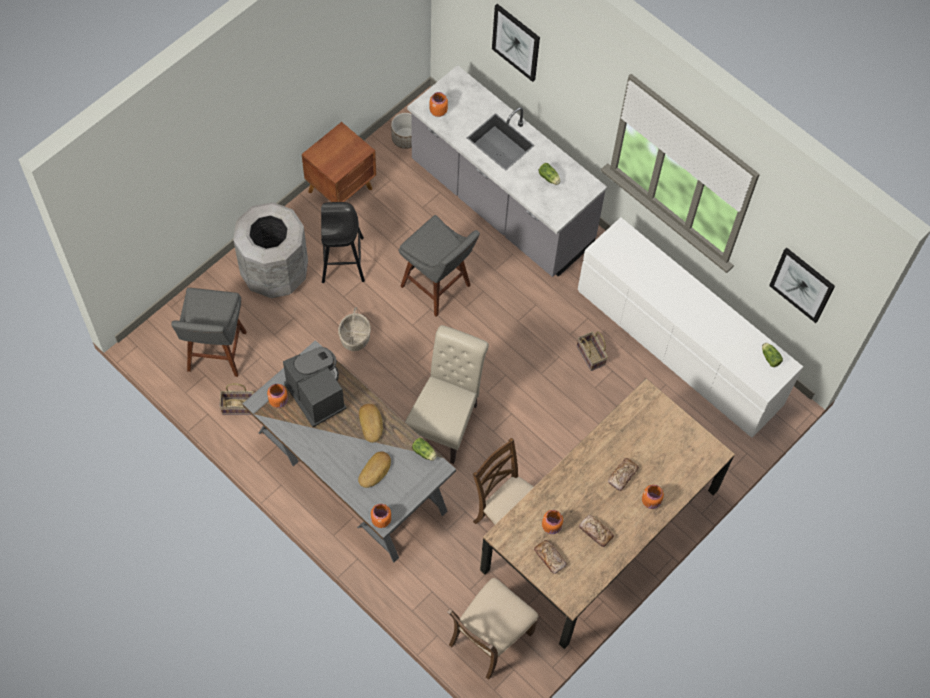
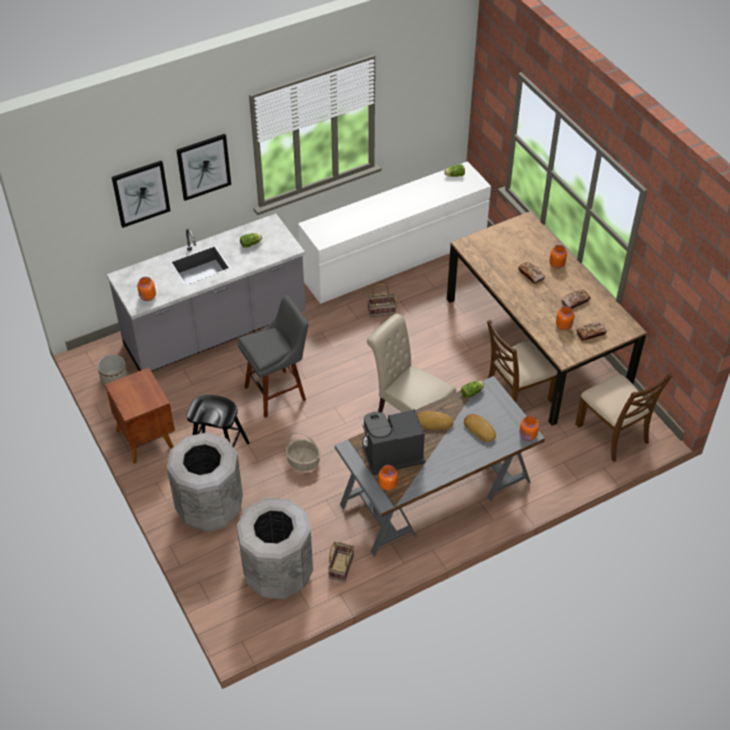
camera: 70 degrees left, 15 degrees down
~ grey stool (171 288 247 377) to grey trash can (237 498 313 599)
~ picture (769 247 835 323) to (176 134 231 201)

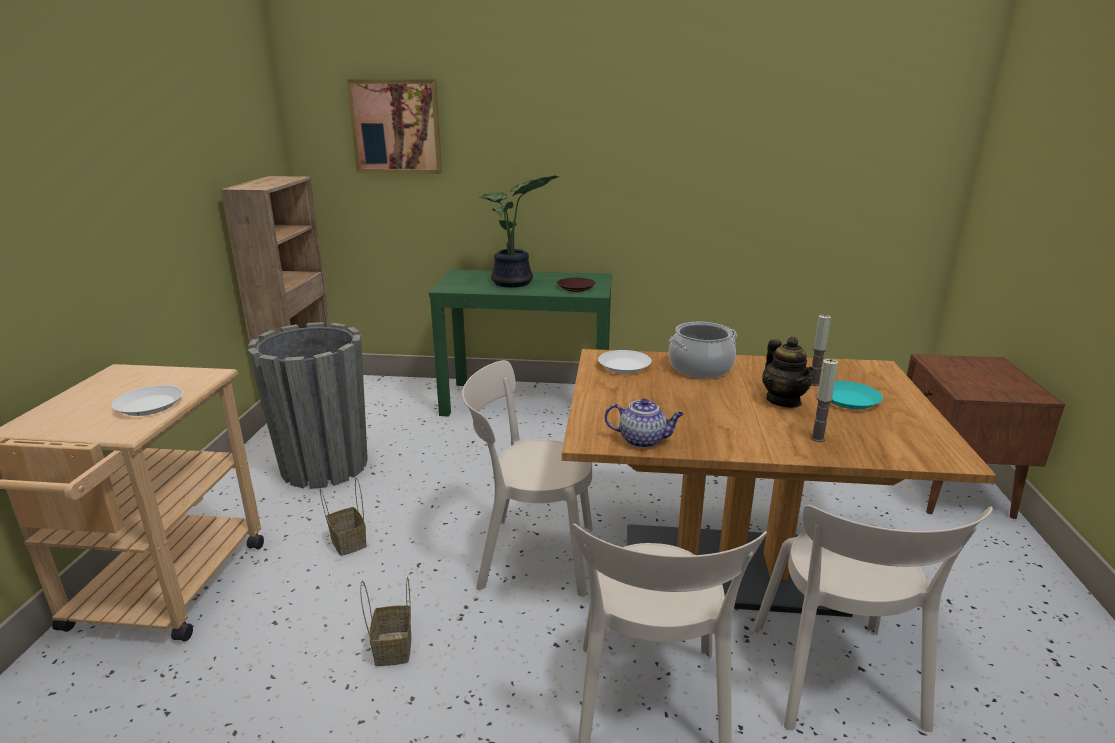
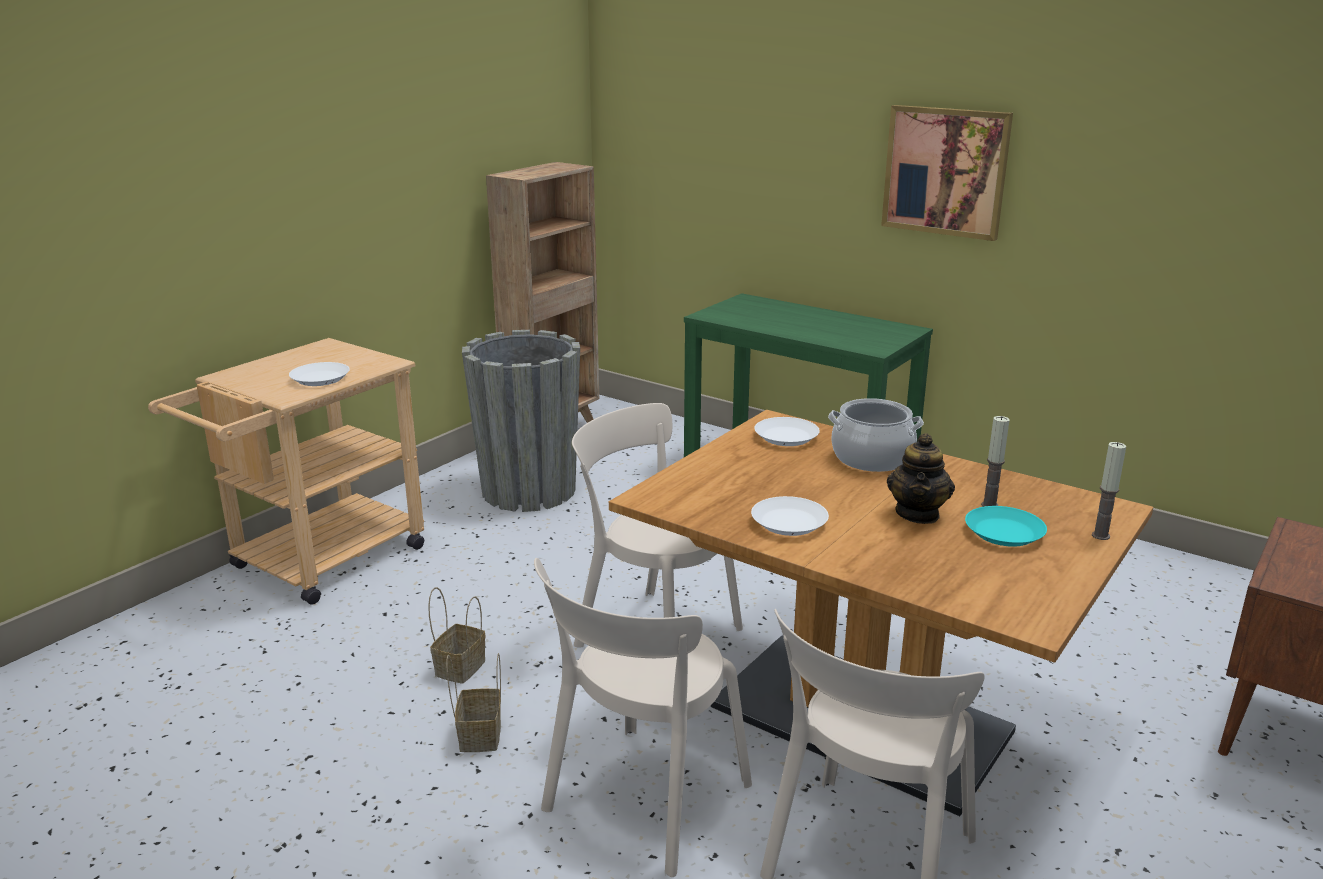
camera: 30 degrees right, 0 degrees up
~ basket (320 478 367 556) to (446 653 501 752)
~ picture (346 79 442 174) to (881 105 1013 241)
- potted plant (478 175 560 288)
- brown plate (557 278 595 292)
- teapot (605 398 684 448)
~ candle (810 359 838 442) to (1092 442 1126 540)
+ white plate (751 496 829 536)

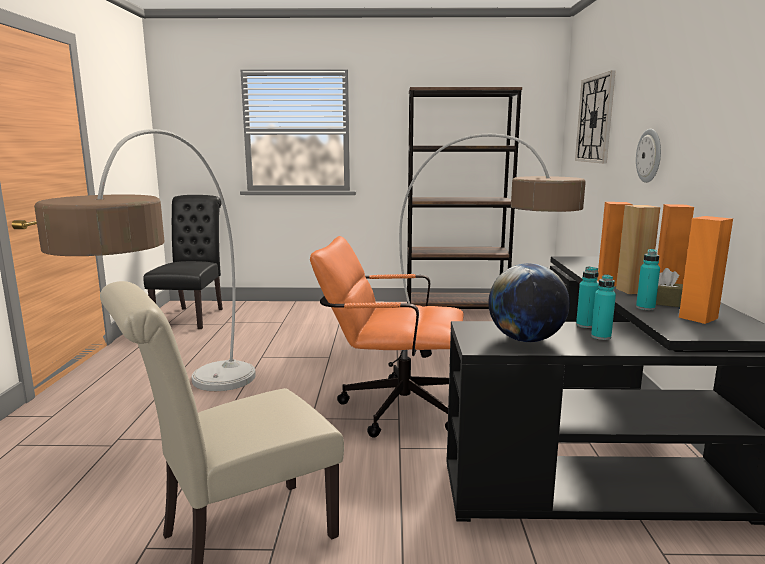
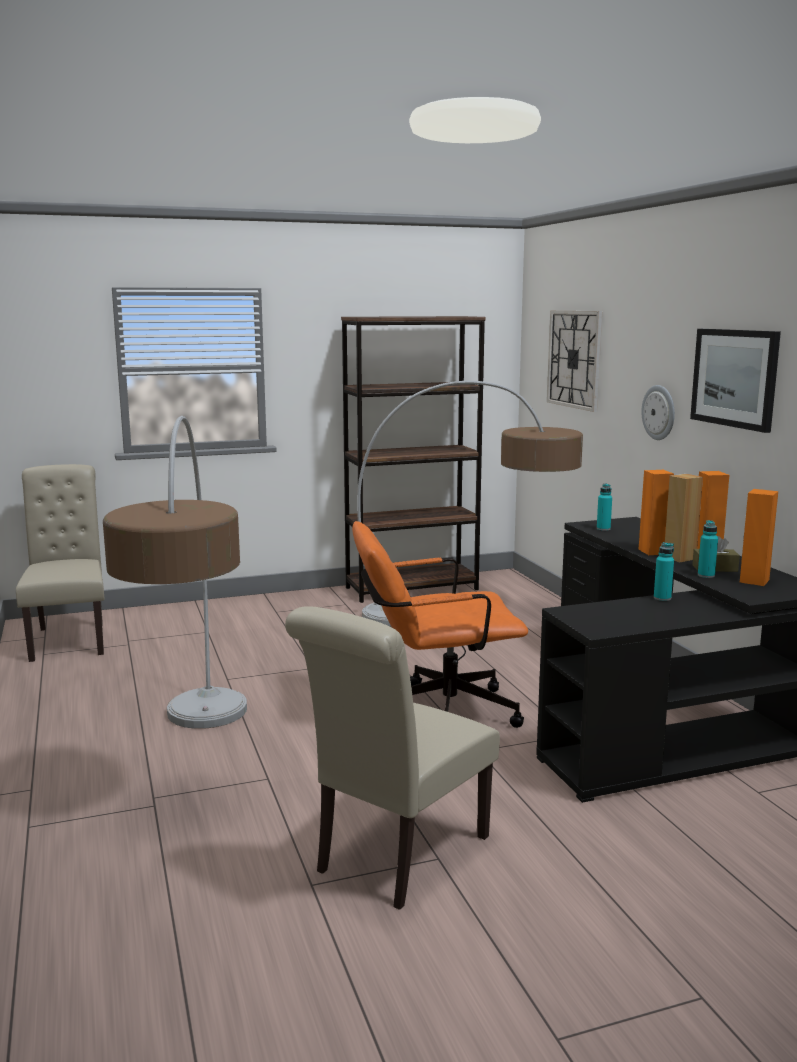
camera: 20 degrees left, 0 degrees up
~ black chair (143 195 223 329) to beige chair (16 464 105 662)
- globe (488 263 570 342)
~ turquoise bottle (591 274 616 340) to (597 484 612 531)
+ picture (690 329 781 433)

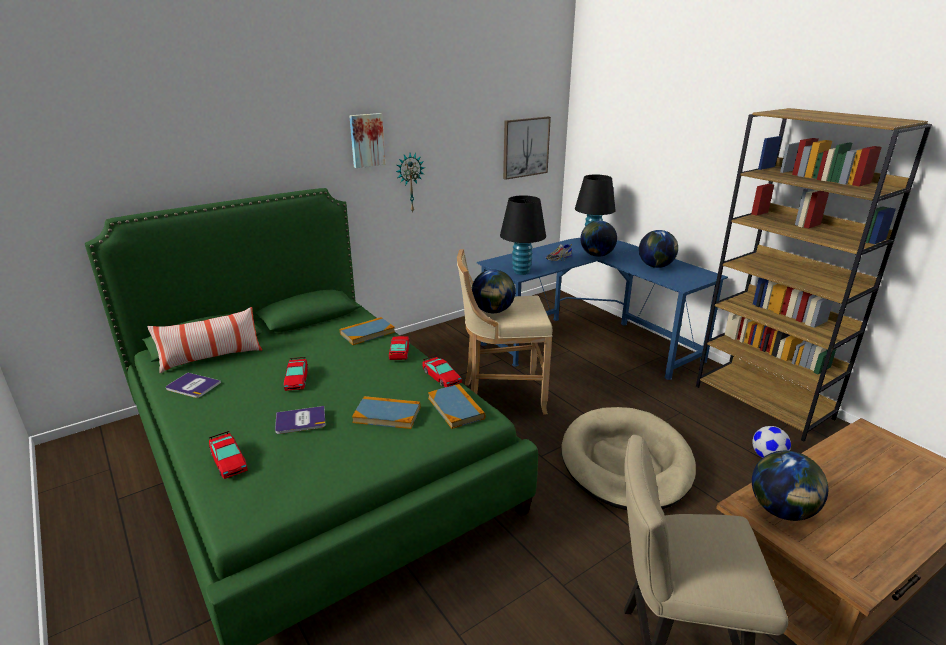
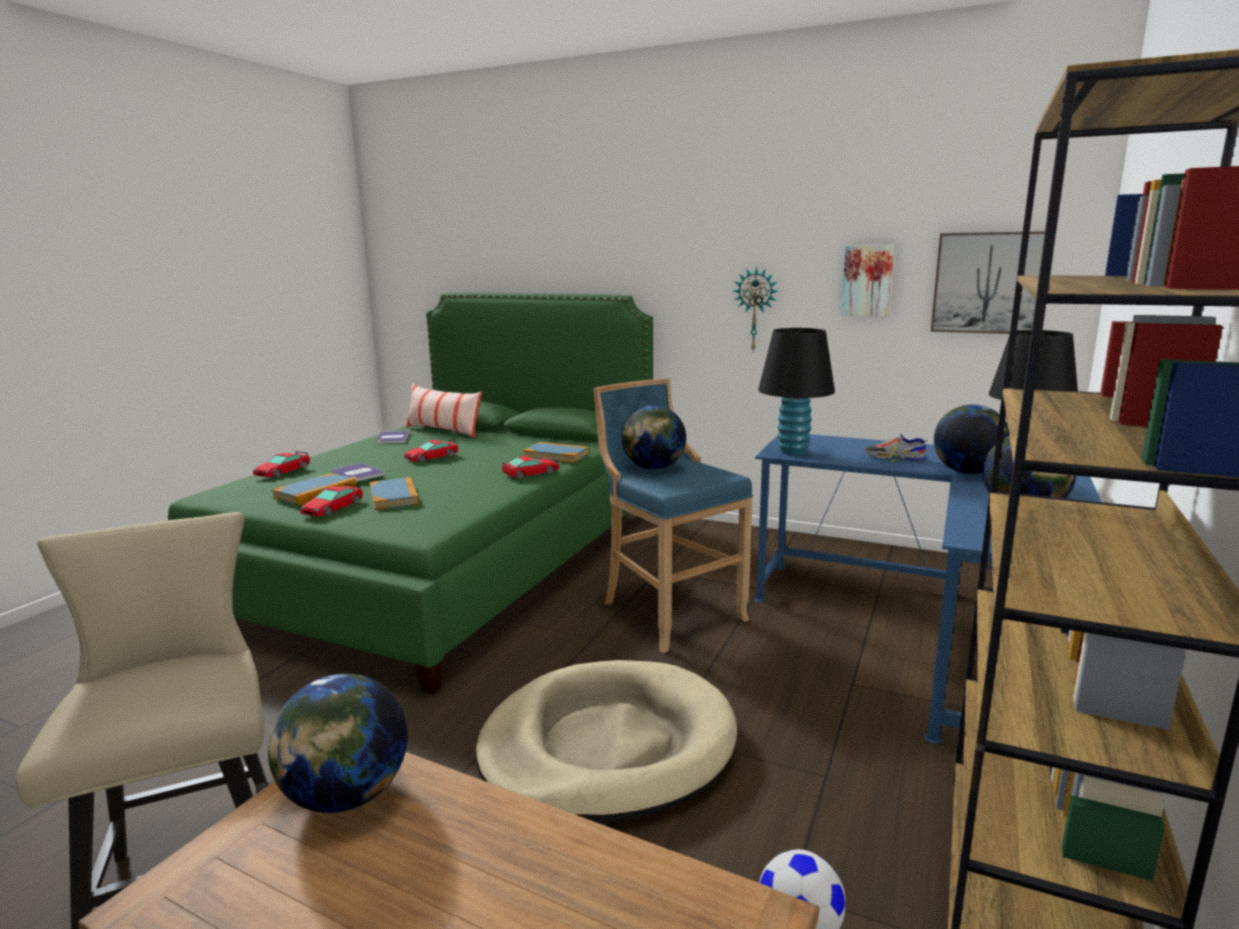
camera: 60 degrees right, 10 degrees down
~ picture (349 113 385 168) to (841 245 895 317)
~ toy car (422 355 462 387) to (300 484 363 517)
~ book (428 384 485 429) to (272 473 356 505)
~ beige stool (457 249 552 414) to blue stool (593 378 753 653)

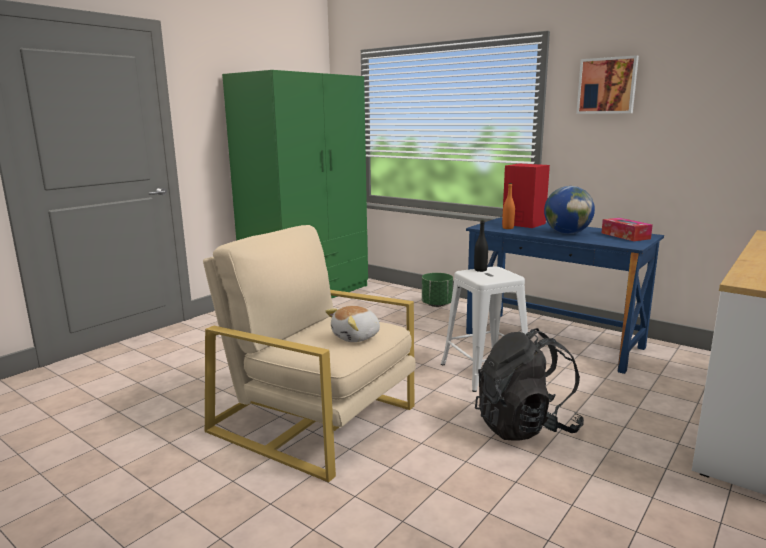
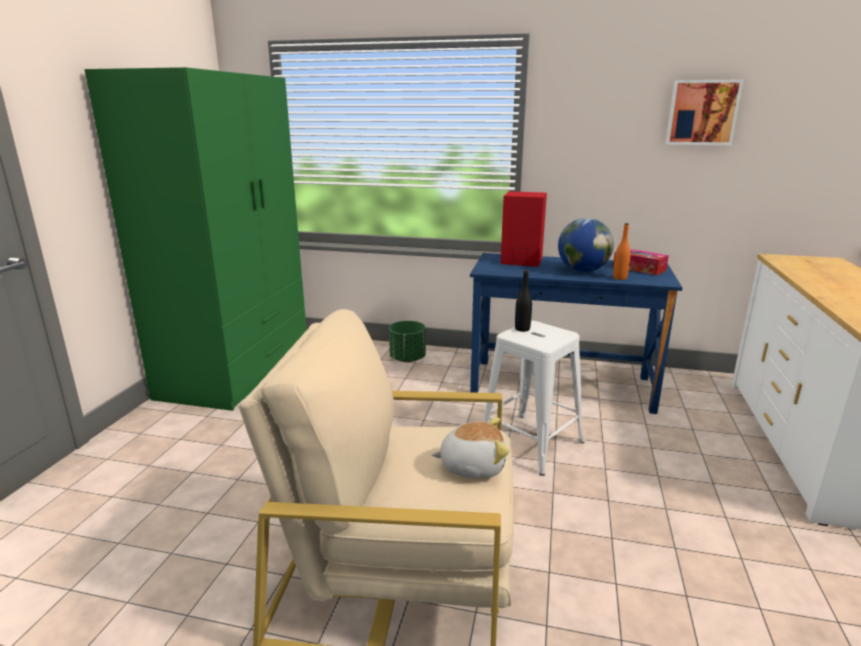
camera: 25 degrees left, 5 degrees up
~ plush toy (325 306 380 342) = (431 418 509 478) 120 degrees counterclockwise
- black backpack (475 328 584 441)
~ orange bottle (502 183 515 229) to (613 223 631 280)
~ picture (576 55 639 114) to (665 80 743 145)

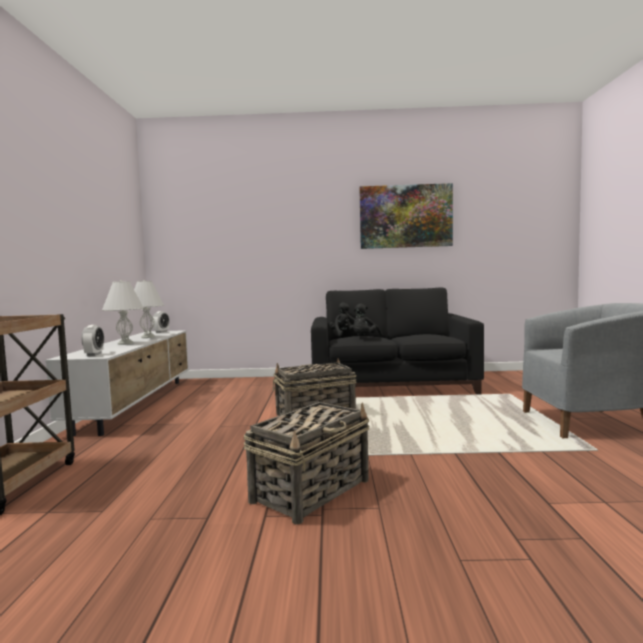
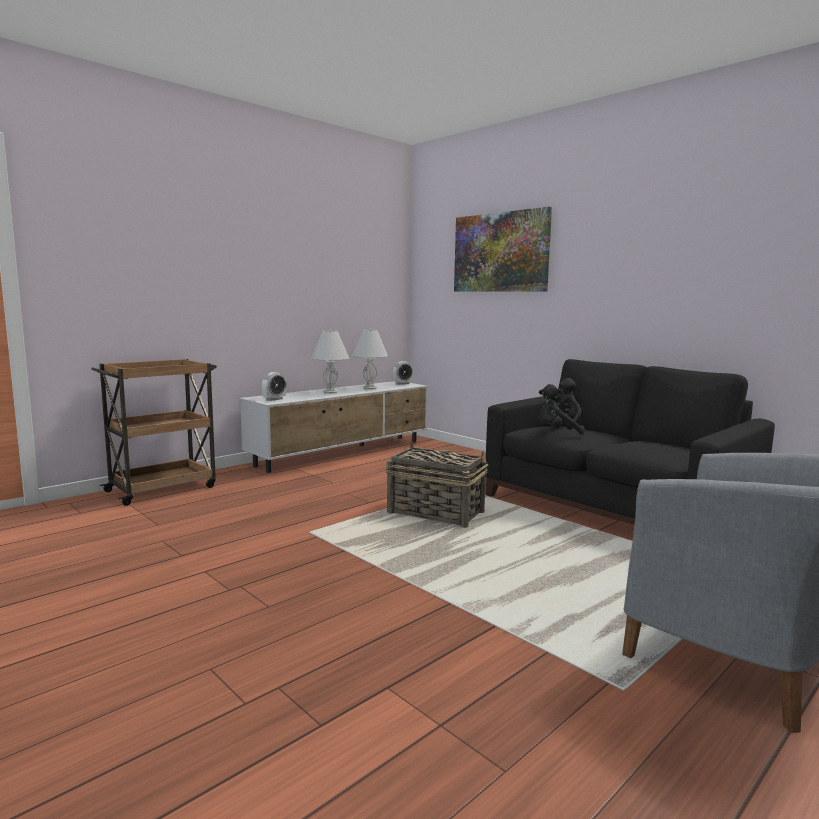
camera: 45 degrees right, 5 degrees up
- basket (244 402 370 525)
~ picture (359 183 453 249) to (454 207 552 292)

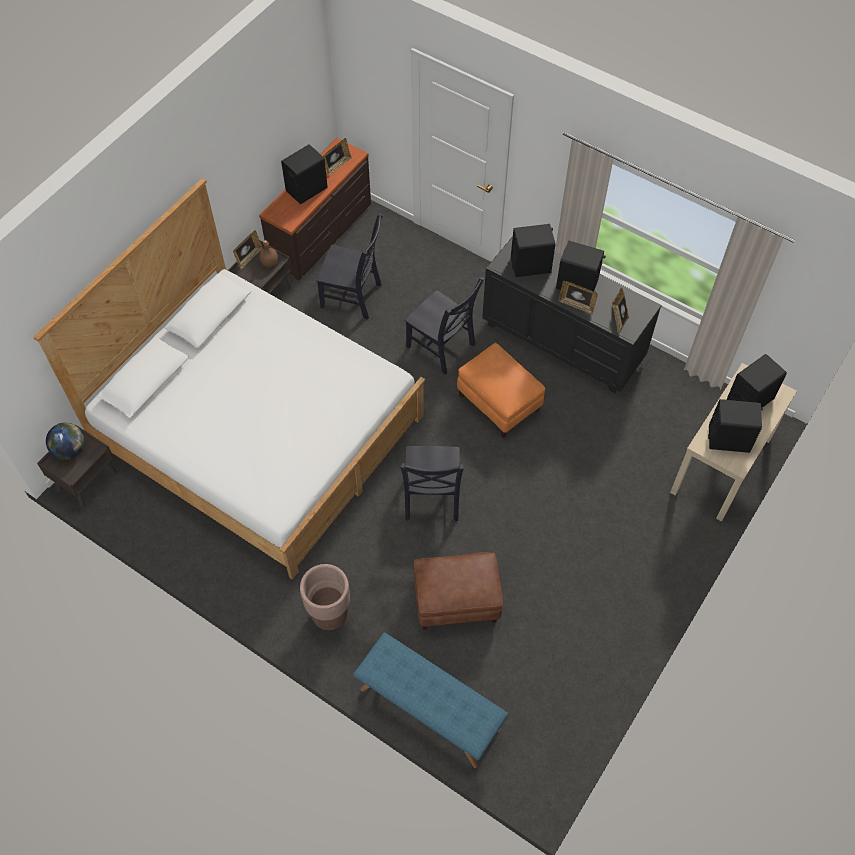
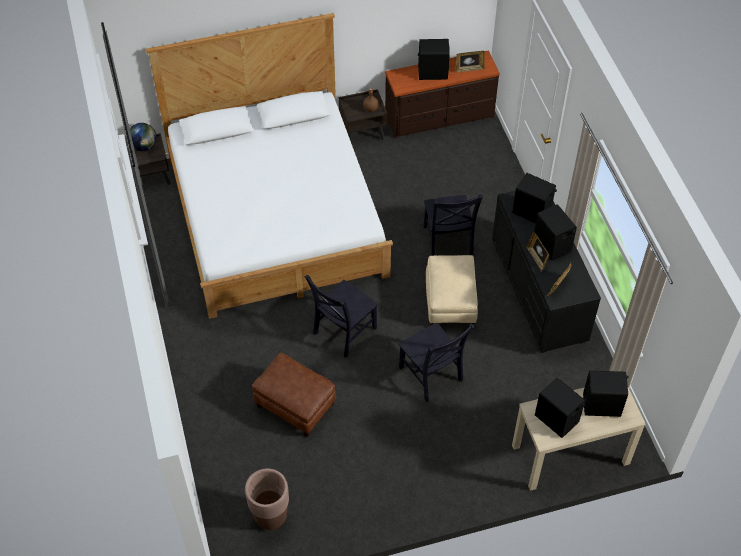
camera: 40 degrees right, 5 degrees down
- picture frame (233 230 263 269)
~ brown planter (300 564 350 630) to (245 468 289 530)
~ black chair (316 213 383 319) to (399 323 475 402)
- blue bench (353 633 508 768)
~ orange ottoman (457 343 545 438) to beige ottoman (426 255 478 325)

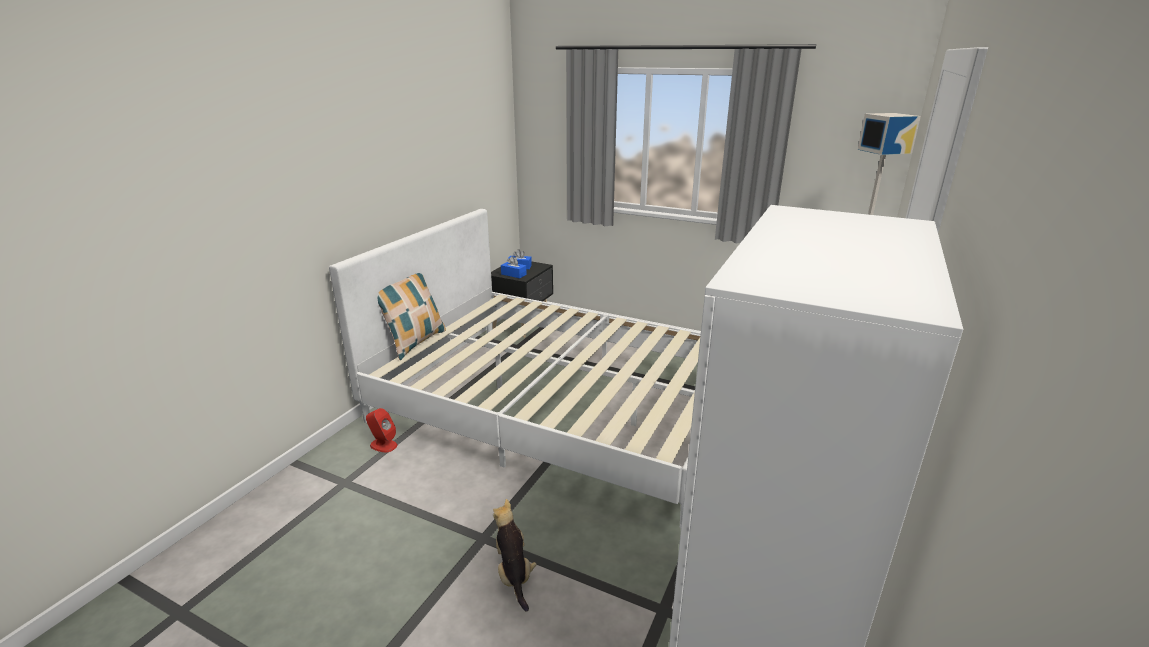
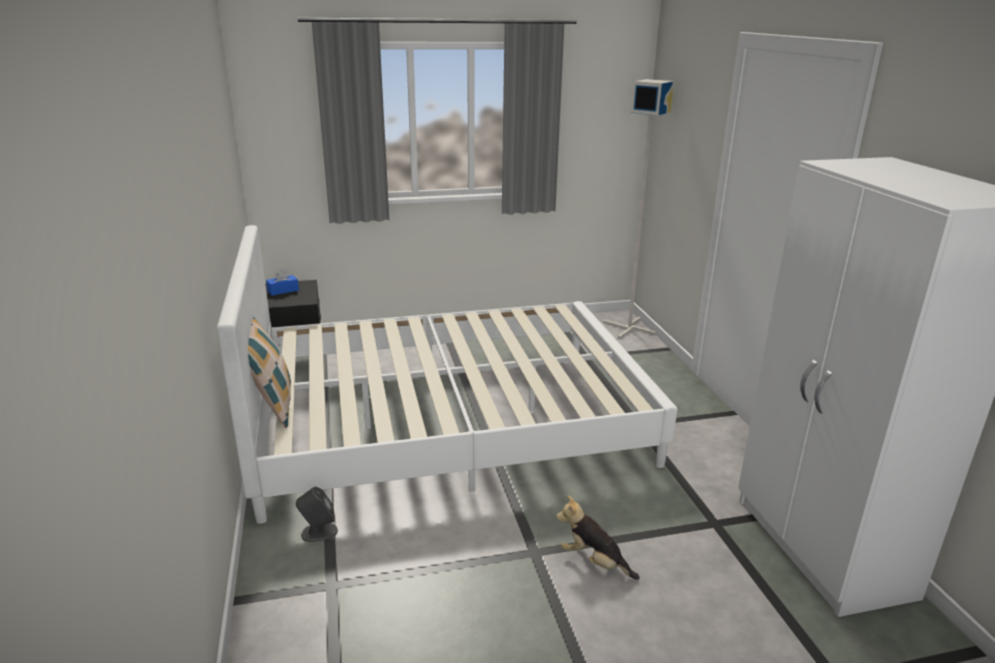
camera: 40 degrees left, 0 degrees up
~ red speaker (366 408 397 452) to grey speaker (296 487 338 542)
- blue tissue box (501 256 527 278)

